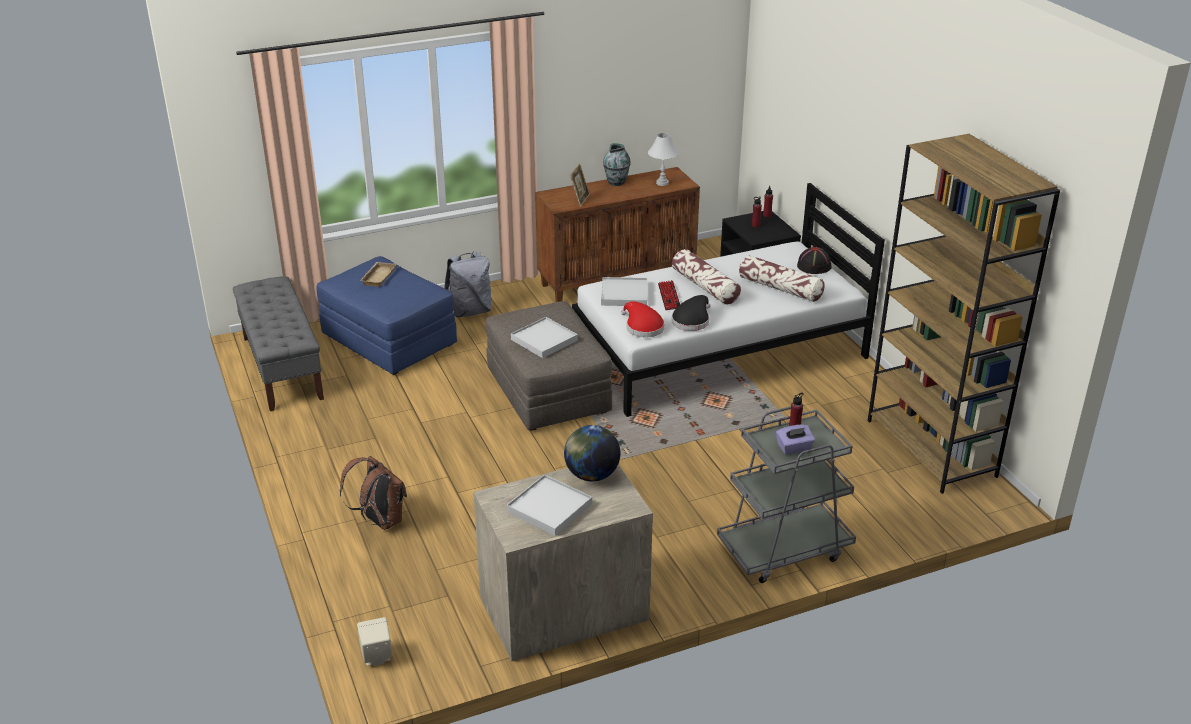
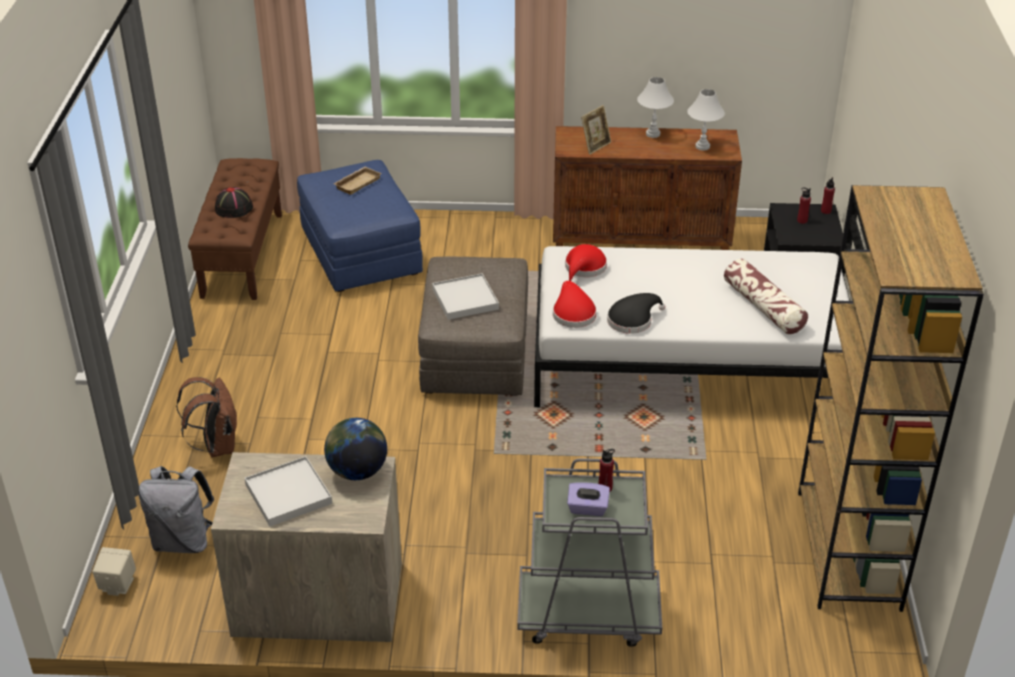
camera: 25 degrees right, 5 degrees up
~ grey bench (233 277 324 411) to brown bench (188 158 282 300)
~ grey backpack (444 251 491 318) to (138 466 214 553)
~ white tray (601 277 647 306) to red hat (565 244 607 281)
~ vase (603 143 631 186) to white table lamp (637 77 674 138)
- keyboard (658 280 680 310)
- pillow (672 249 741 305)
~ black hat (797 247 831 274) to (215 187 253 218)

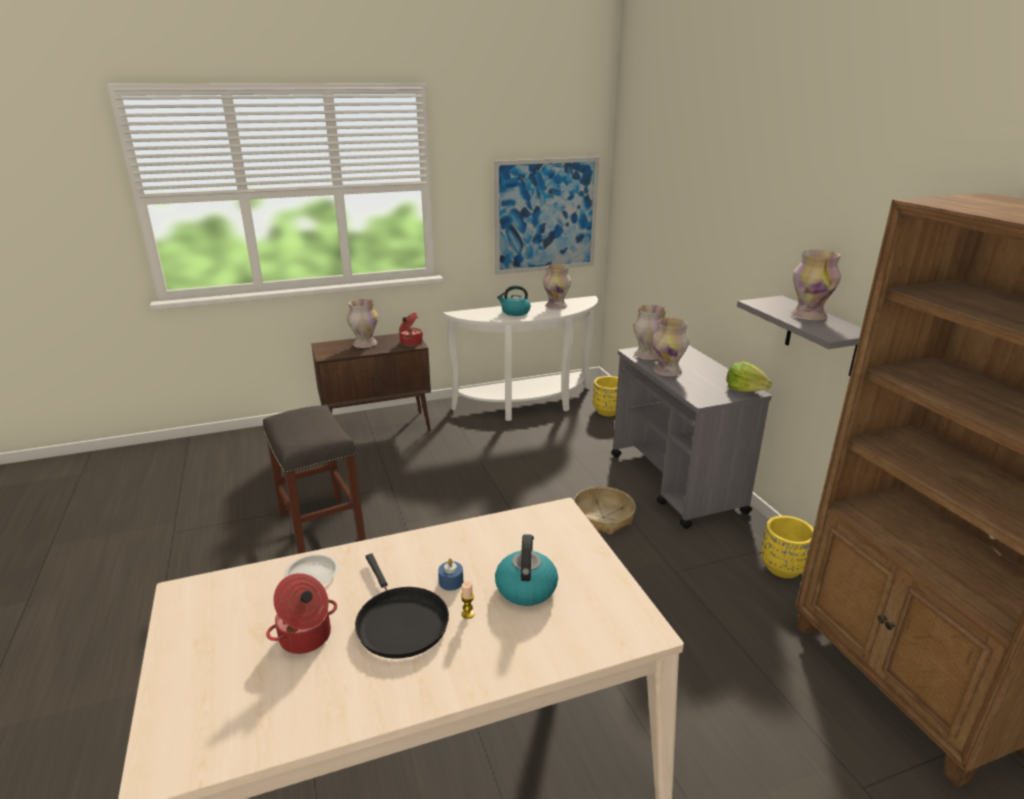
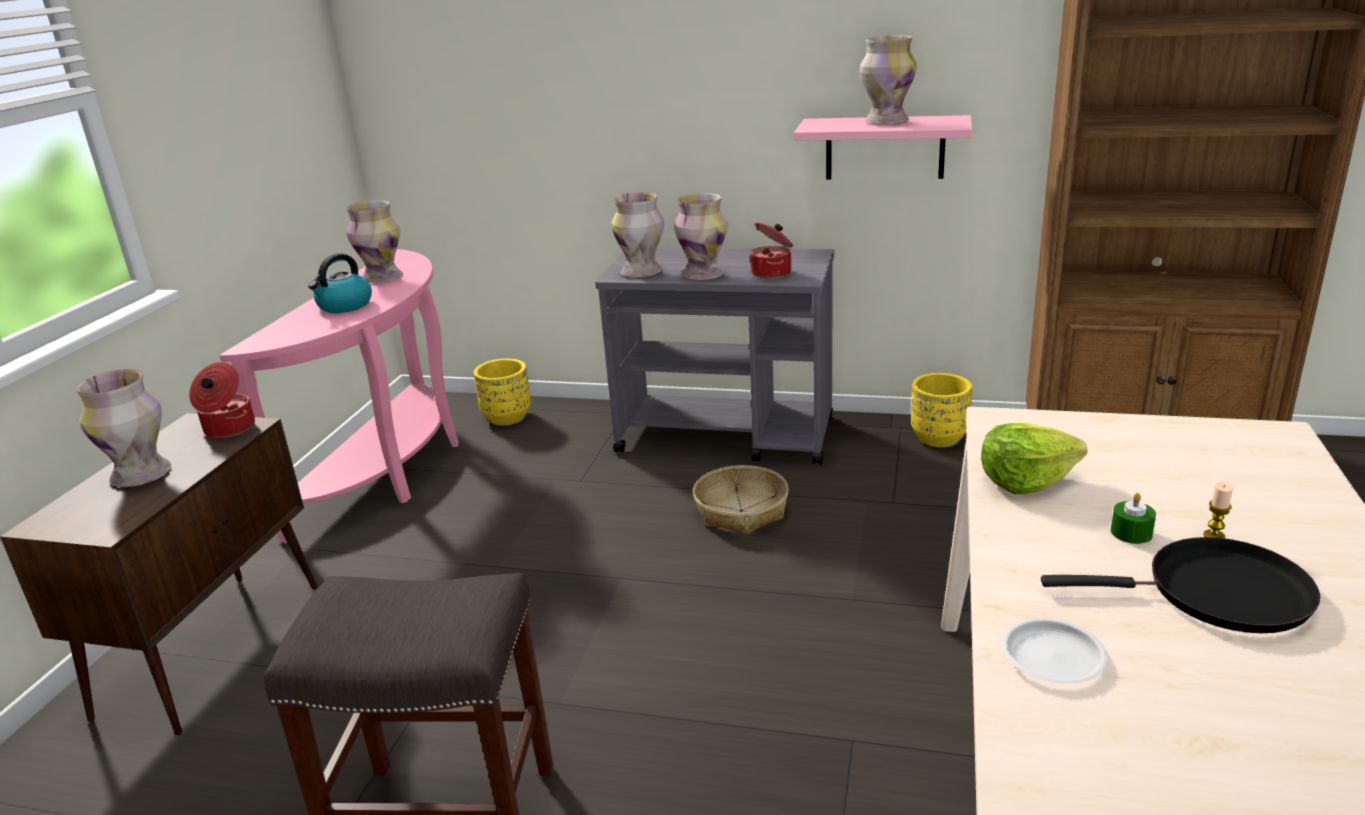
camera: 55 degrees left, 0 degrees up
~ cooking pot (266 573 337 654) to (749 222 793 279)
~ blue candle (438 558 463 591) to green candle (1111 493 1156 544)
~ white console table (443 296 598 421) to pink console table (219 249 459 543)
- picture (494 157 599 275)
- kettle (495 534 558 606)
~ lettuce (726 362 772 392) to (981 423 1087 495)
~ grey shelf (737 295 862 376) to pink shelf (794 115 972 179)

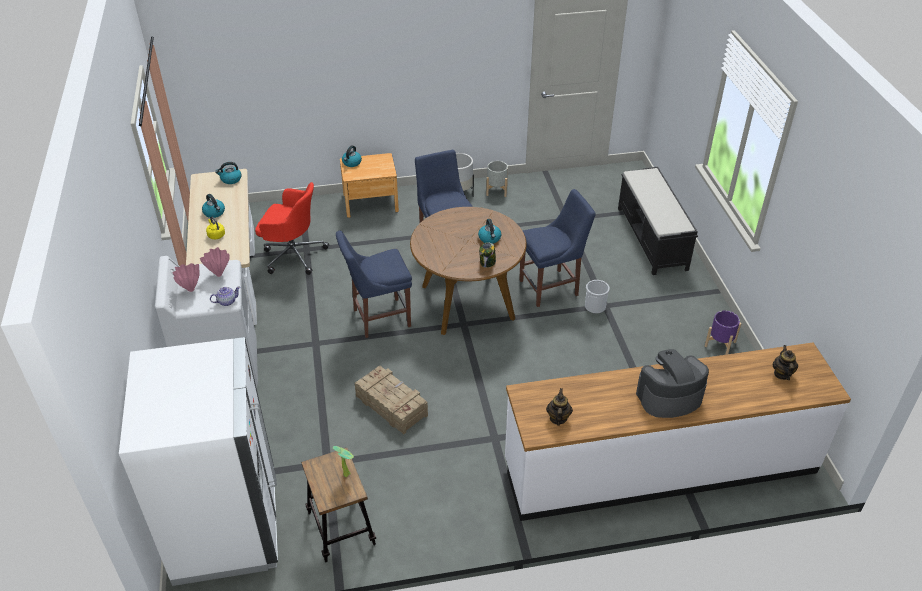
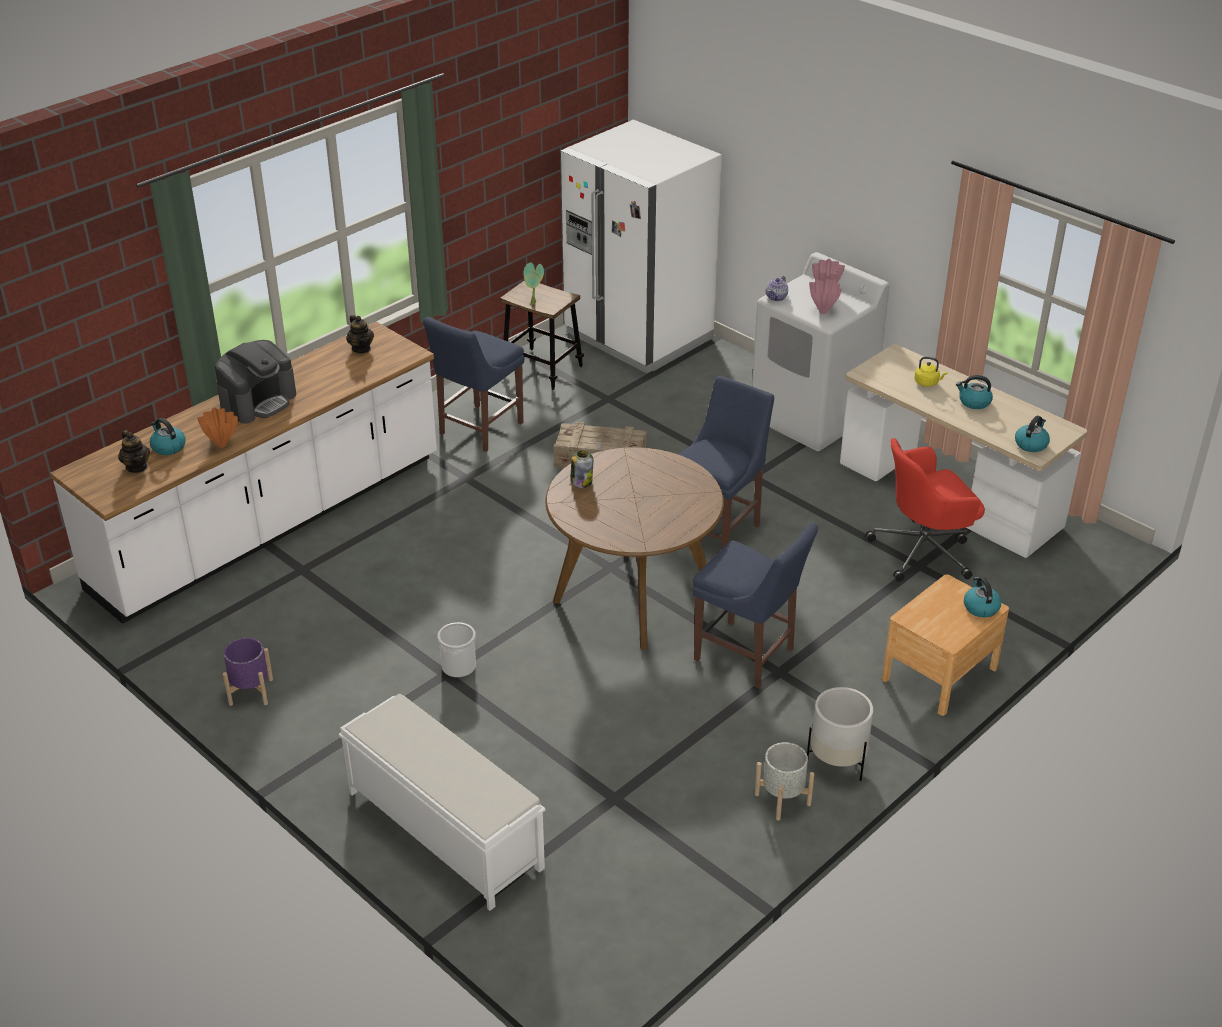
camera: 145 degrees right, 5 degrees down
~ kettle (478 219 501 244) to (150 418 186 455)
~ blue chair (519 189 596 307) to (423 317 525 452)
~ black bench (618 167 698 275) to white bench (339 694 545 911)
+ orange vase (197 408 238 448)

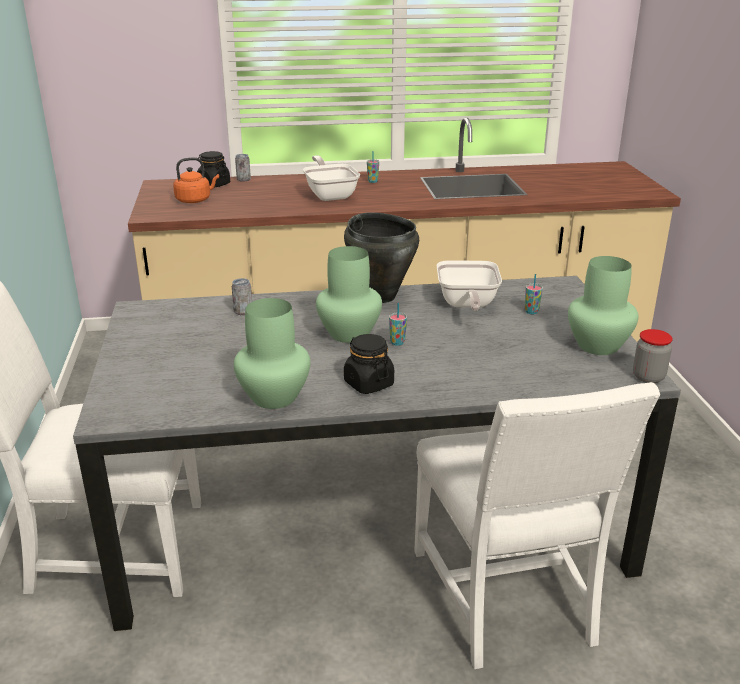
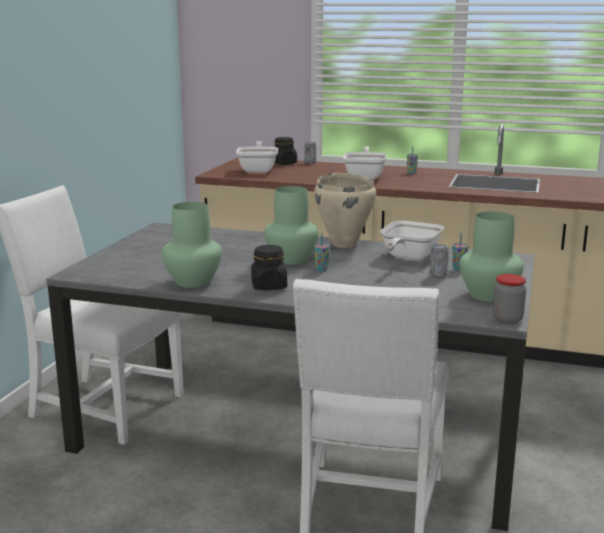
camera: 25 degrees right, 10 degrees down
~ orange kettle (173 157 219 203) to frying pan (236 141 278 173)
~ can (232 278 252 315) to (429 244 449 278)
~ black cooking pot (344 212 419 303) to beige cooking pot (314 173 376 248)

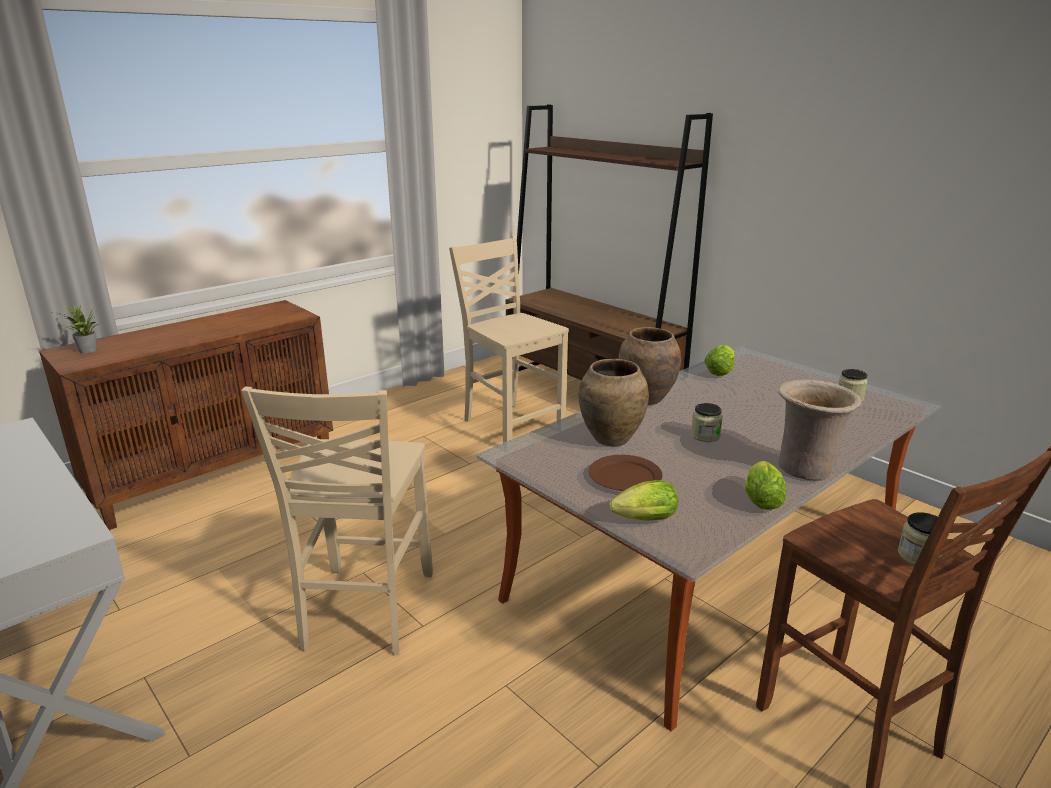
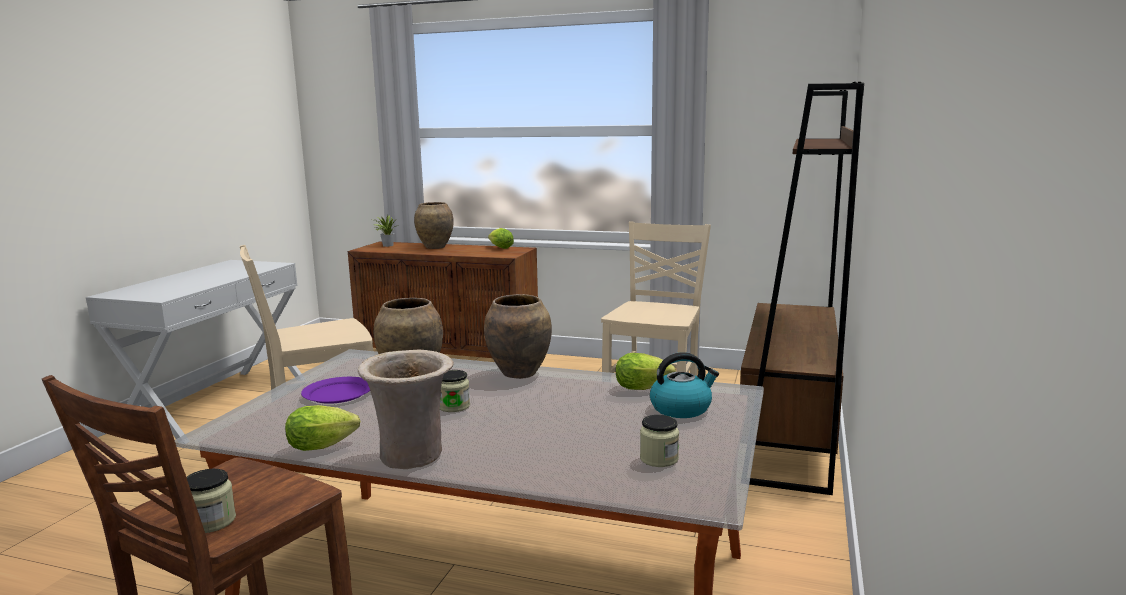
camera: 60 degrees right, 10 degrees down
~ brown plate (589 455 662 491) to purple plate (301 377 370 404)
~ lettuce (609 480 678 521) to (488 228 514 249)
+ brown vase (414 202 454 249)
+ kettle (650 352 719 418)

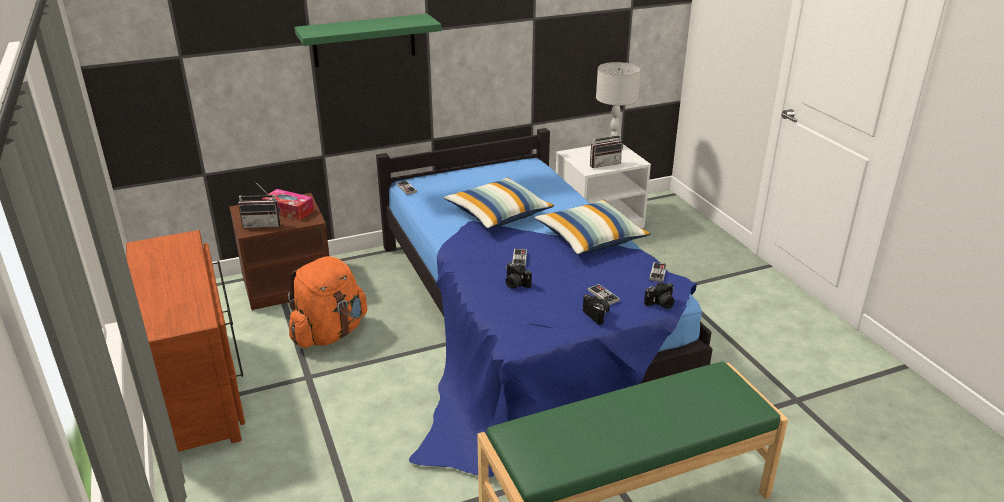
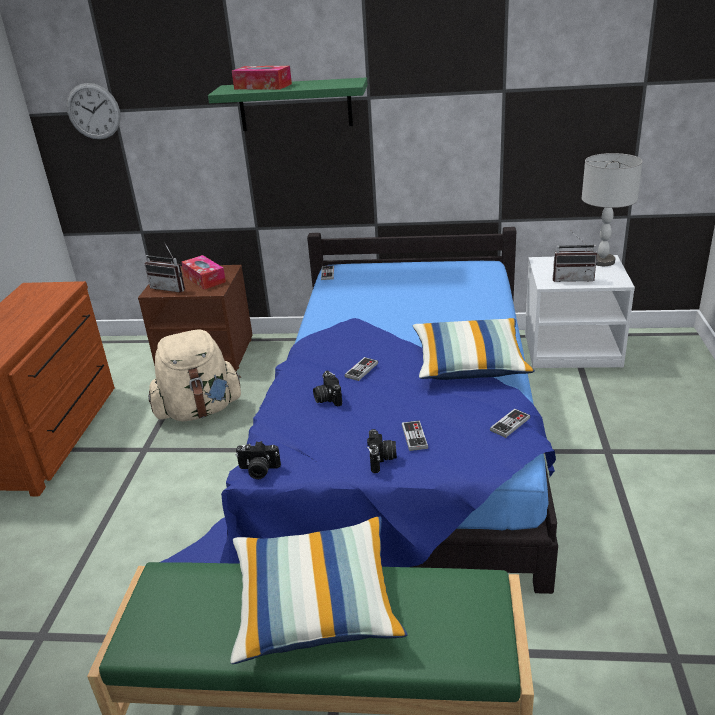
camera: 30 degrees right, 0 degrees up
~ orange backpack (288 256 367 348) to beige backpack (148 330 241 421)
~ pillow (444 177 554 229) to (230 517 408 664)
~ photo camera (644 282 675 309) to (236 441 281 479)
+ wall clock (66 83 121 140)
+ tissue box (232 66 292 90)

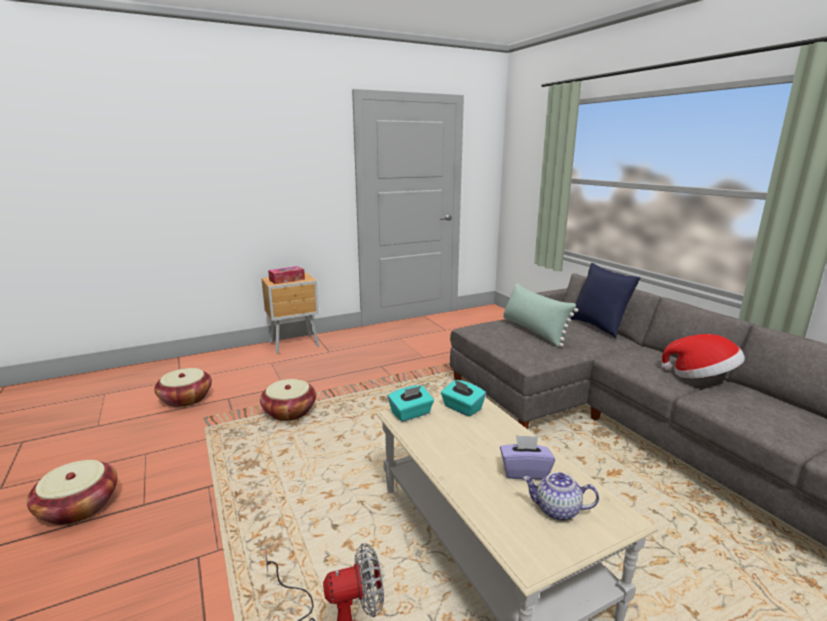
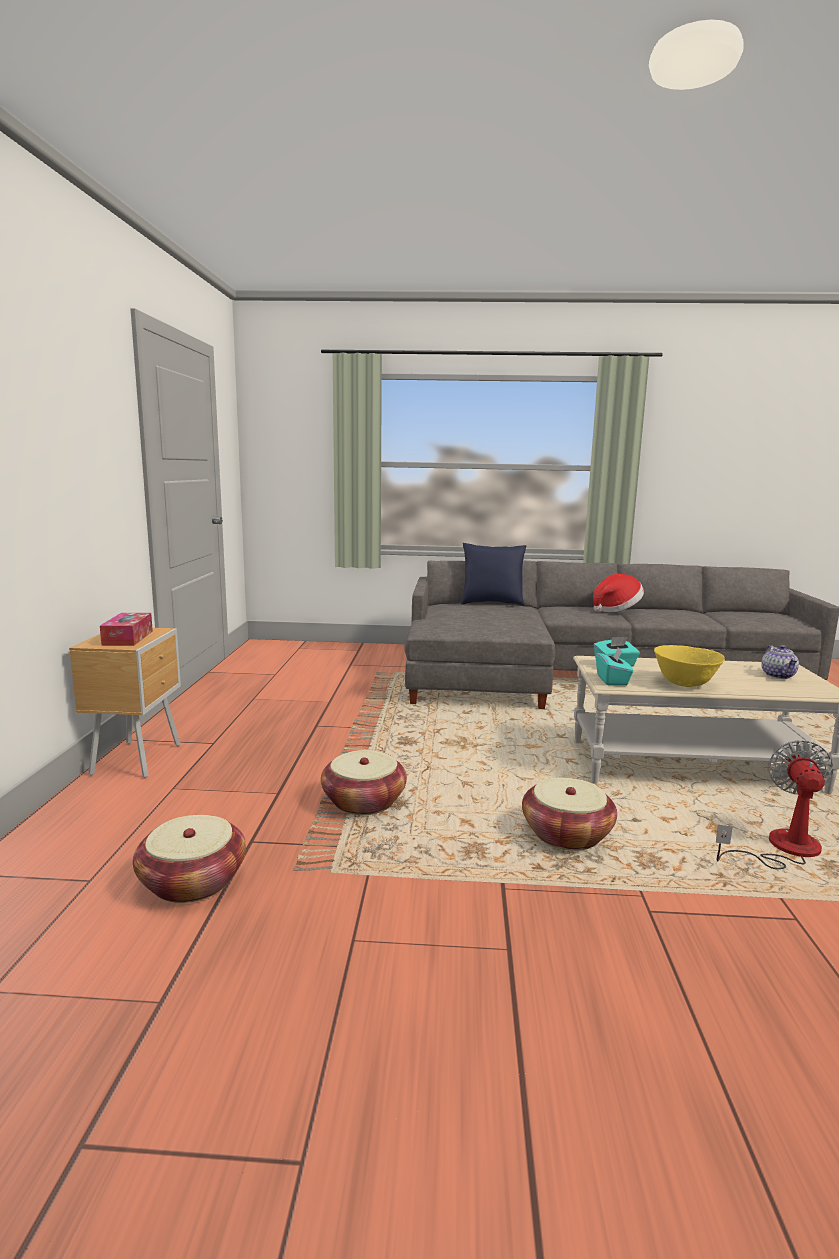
camera: 60 degrees left, 5 degrees down
~ basket (27 460 117 525) to (522 778 617 851)
- purple tissue box (500 435 555 480)
- green pillow (503 283 578 347)
~ teapot (523 472 599 521) = (761 645 799 679) 45 degrees counterclockwise
+ yellow bowl (654 645 725 687)

